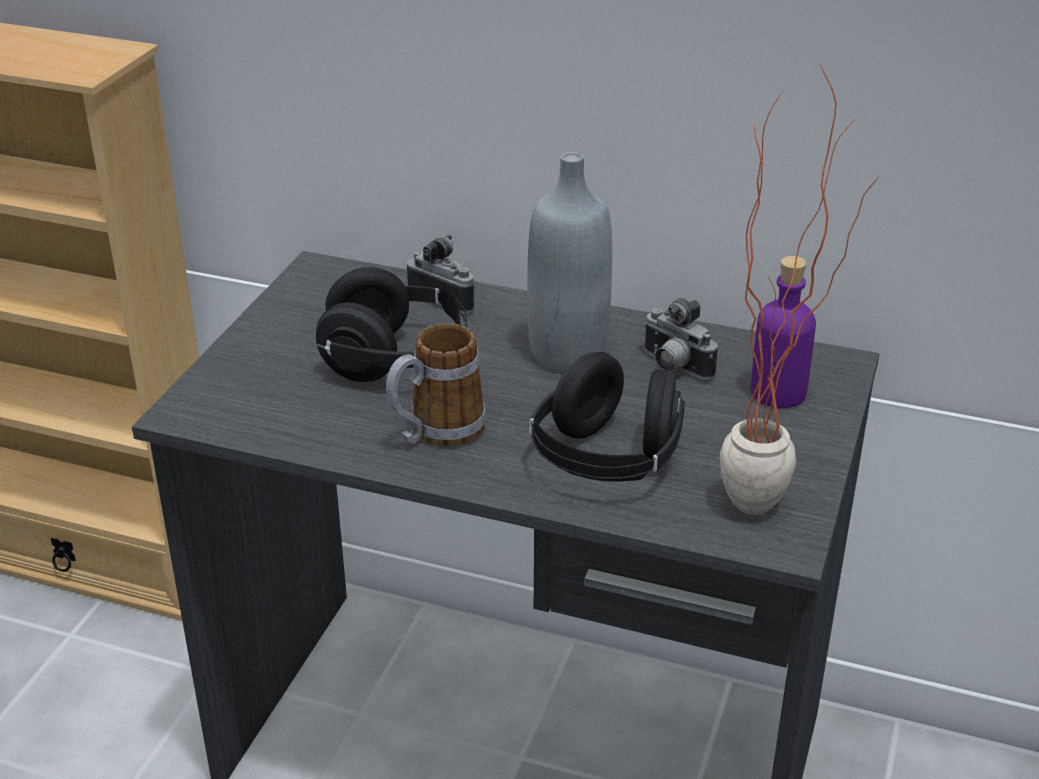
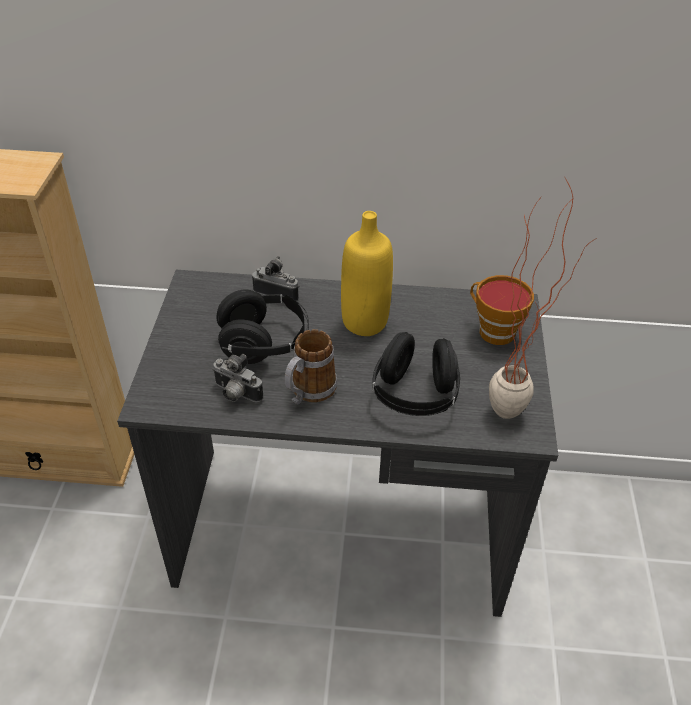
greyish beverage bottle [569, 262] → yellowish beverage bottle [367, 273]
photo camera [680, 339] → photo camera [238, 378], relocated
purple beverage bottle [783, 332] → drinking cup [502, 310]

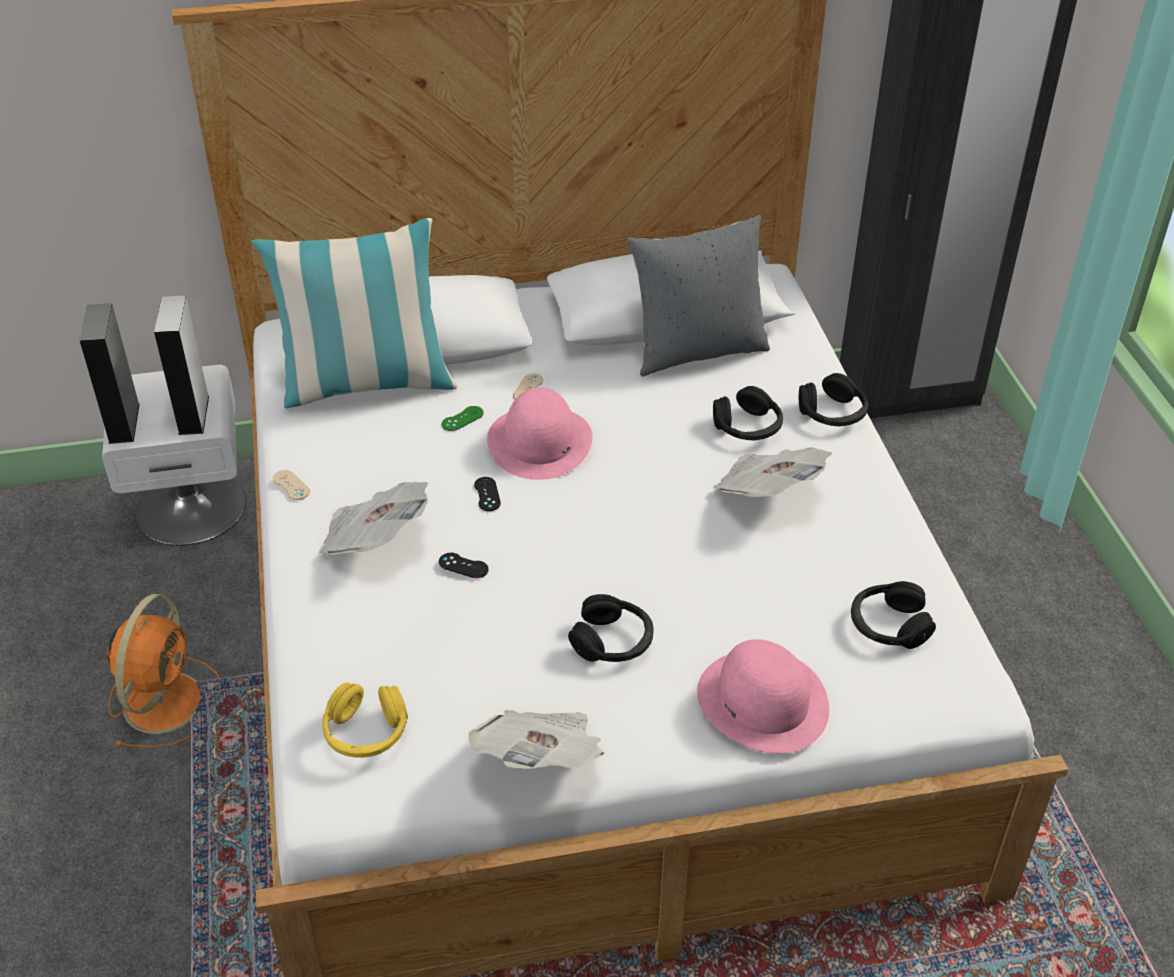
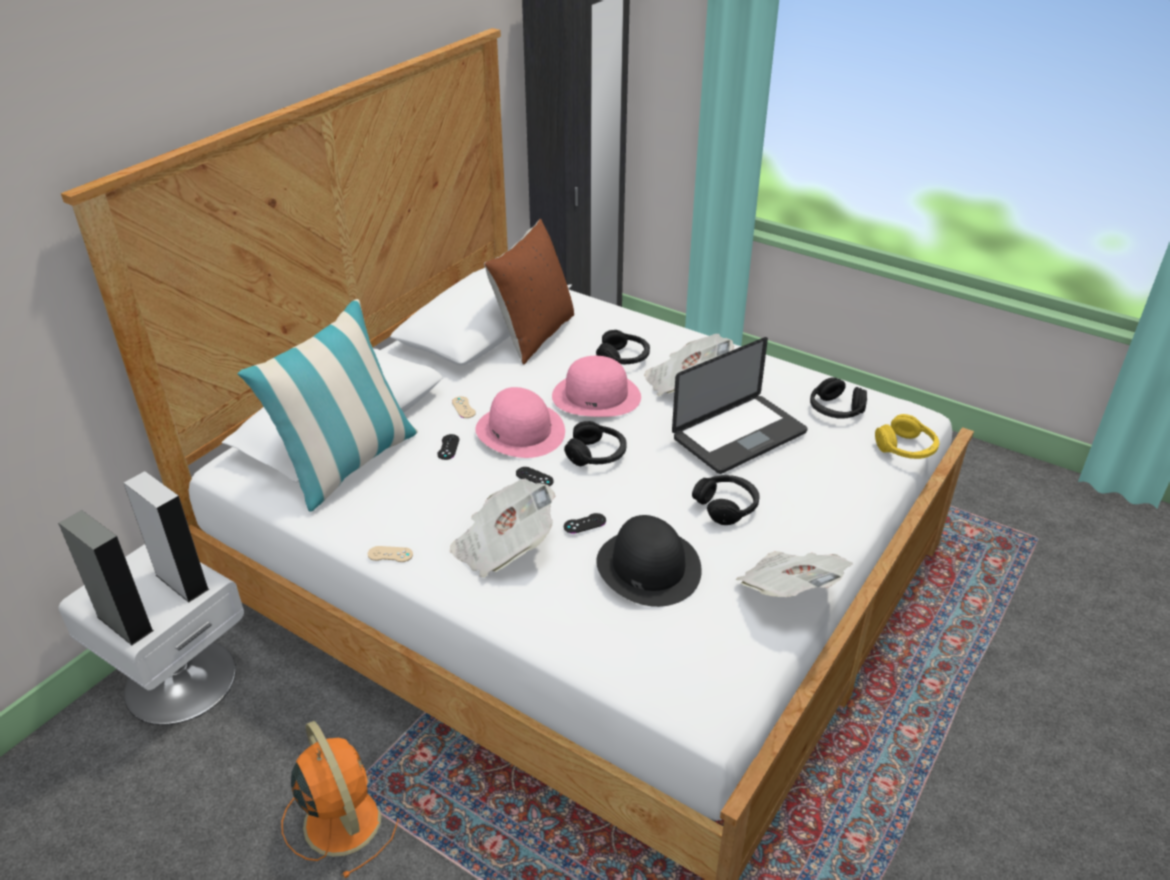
yellowish pair of headphones [365, 720] → yellowish pair of headphones [907, 436], relocated
greenish joypad [463, 418] → black-coloured joypad [448, 447]
greyish pillow [698, 296] → brownish pillow [529, 292]
pink wearable hat [763, 696] → pink wearable hat [596, 386], relocated
black-coloured pair of headphones [833, 399] → black-coloured pair of headphones [595, 443], relocated
- → black-coloured wearable hat [649, 561]
- → notebook computer [739, 405]

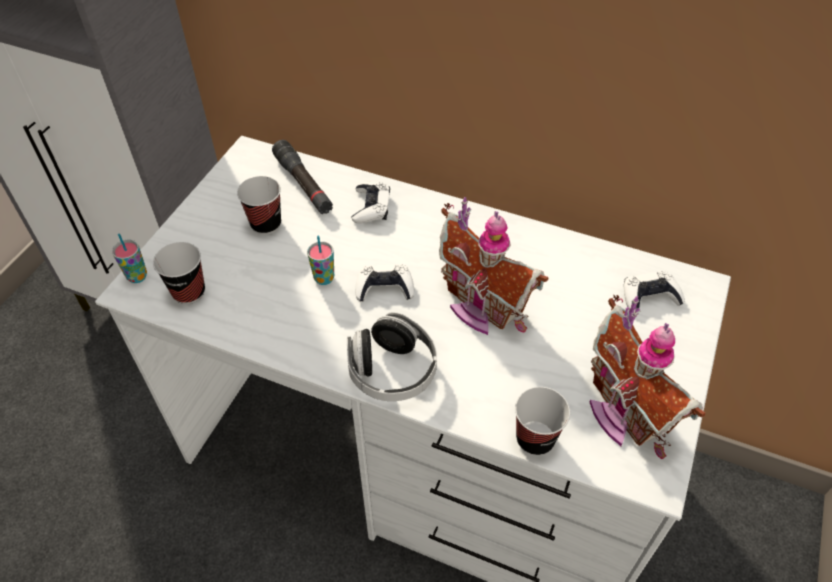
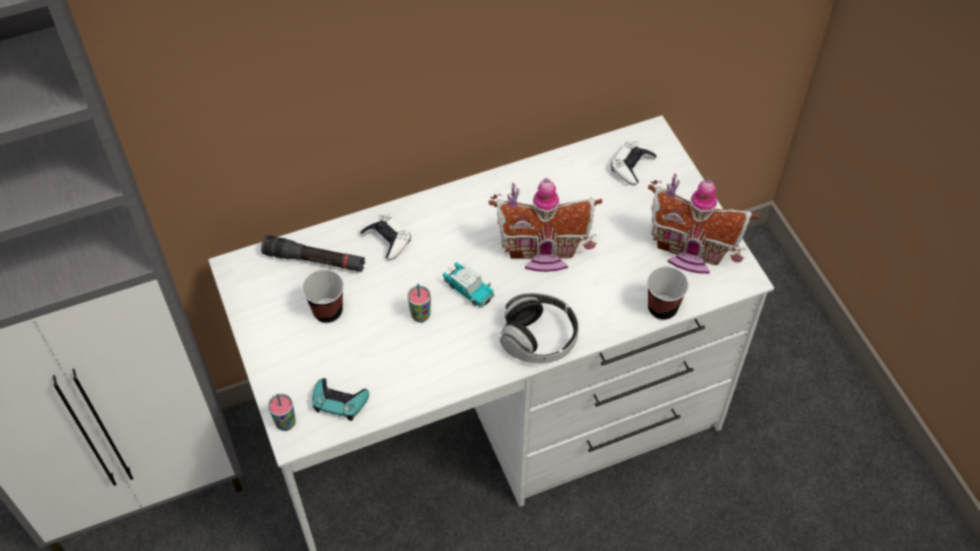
drinking cup [179, 273] → blue-green joypad [340, 399]
white joypad [384, 283] → toy car [468, 285]

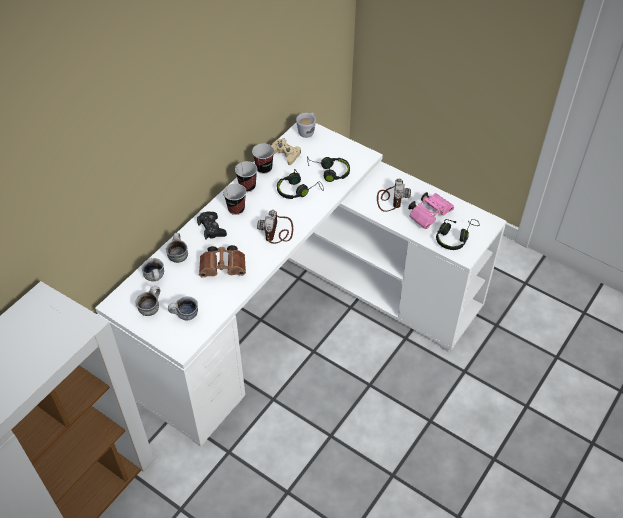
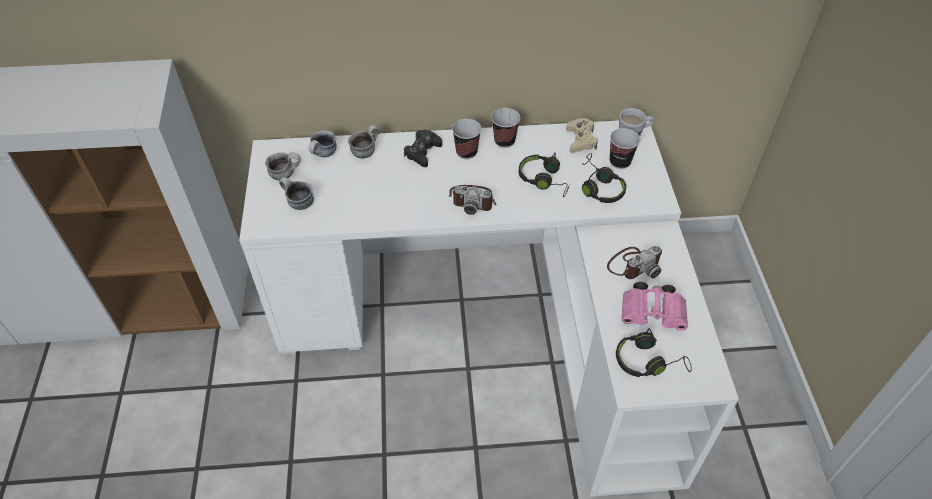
brownish pair of binoculars [222, 261] → -
drinking cup [263, 159] → drinking cup [625, 148], relocated
photo camera [275, 227] → photo camera [472, 200], 135 degrees counterclockwise

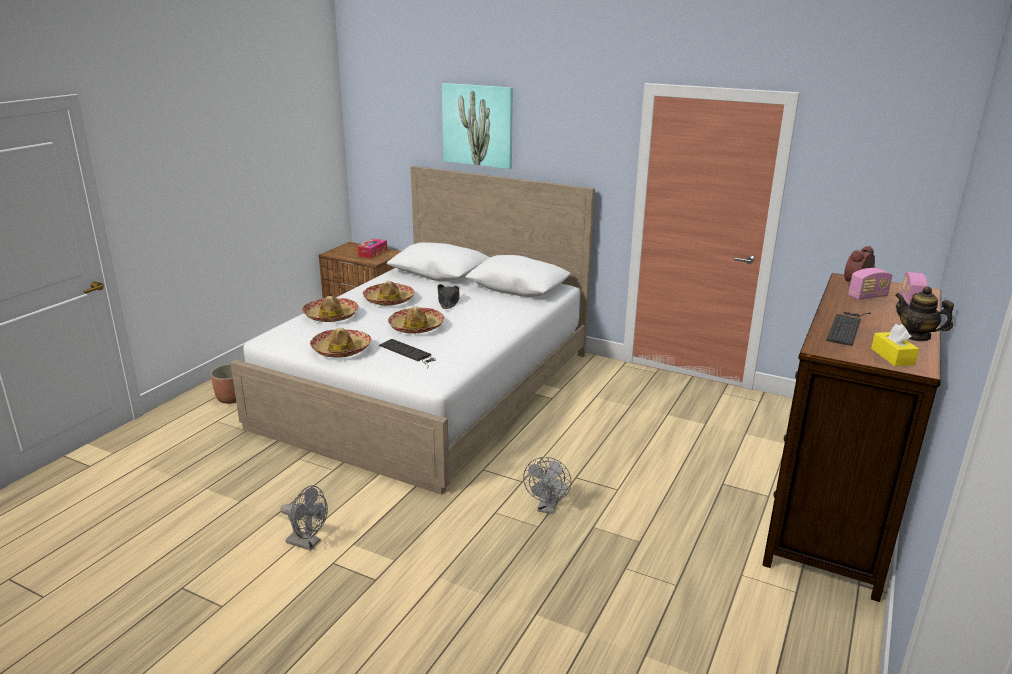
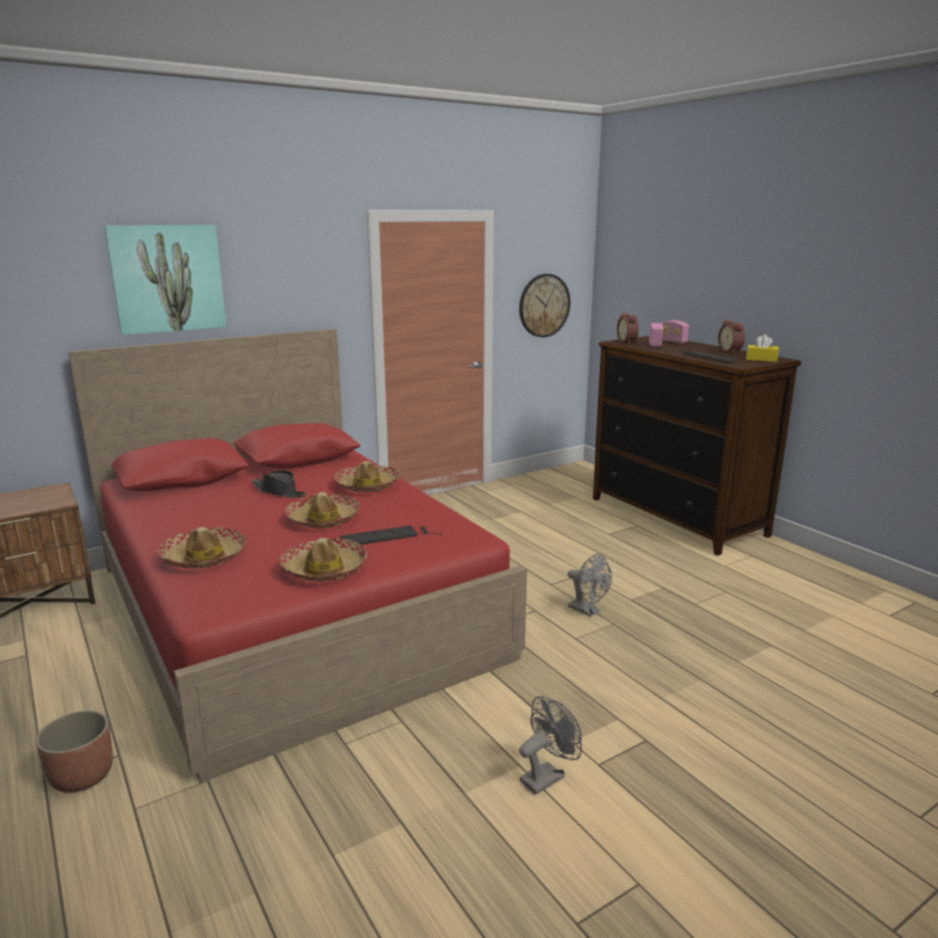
white bedroom bed [413, 330] → reddish bedroom bed [297, 556]
box of tissues [372, 248] → -
wearable hat [389, 293] → wearable hat [367, 476], relocated
tea pot [924, 313] → alarm clock [731, 336]
- → hanging clock [544, 305]

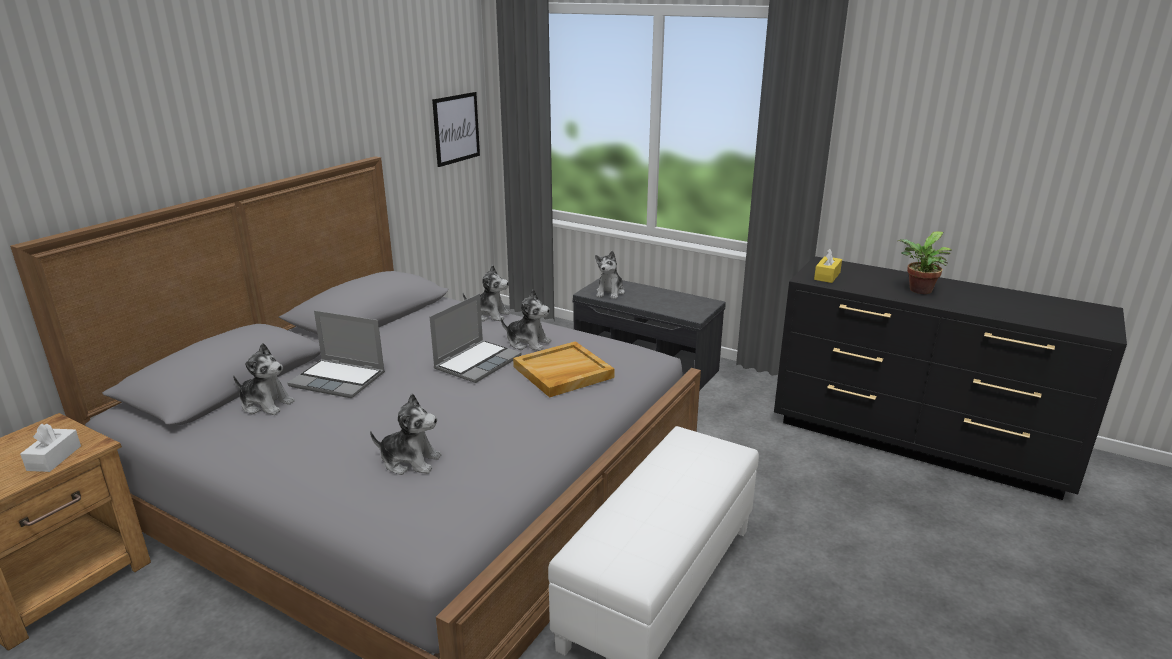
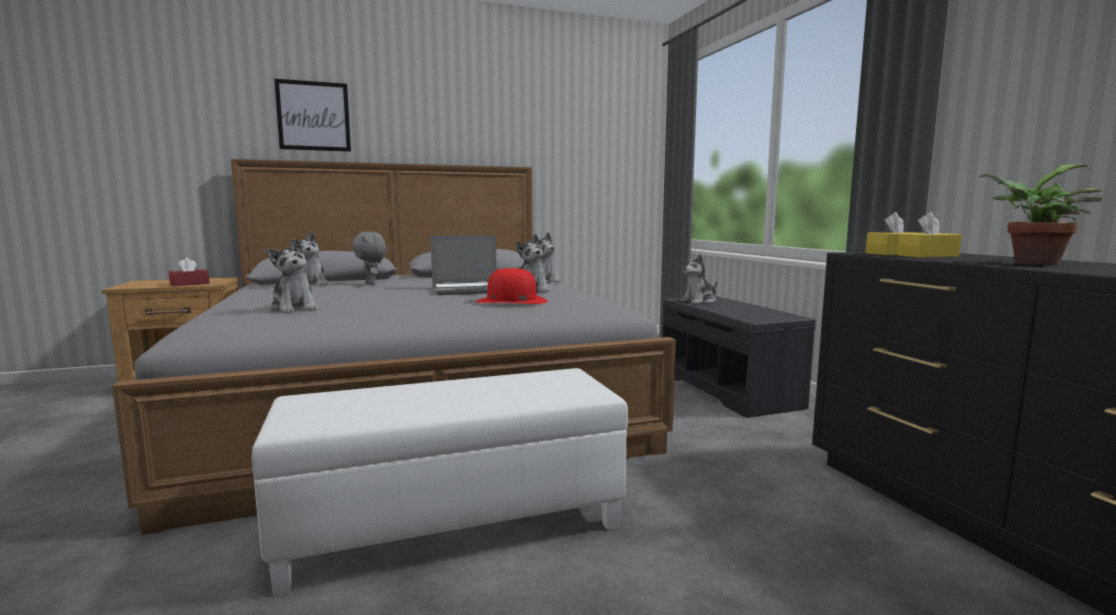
white box of tissues [50, 448] → reddish box of tissues [189, 272]
notebook computer [336, 354] → greyish soft toy [369, 258]
wall art [456, 129] → wall art [312, 115], relocated
beige-coloured tray [563, 369] → reddish wearable hat [512, 286]
- → yellowish box of tissues [929, 235]

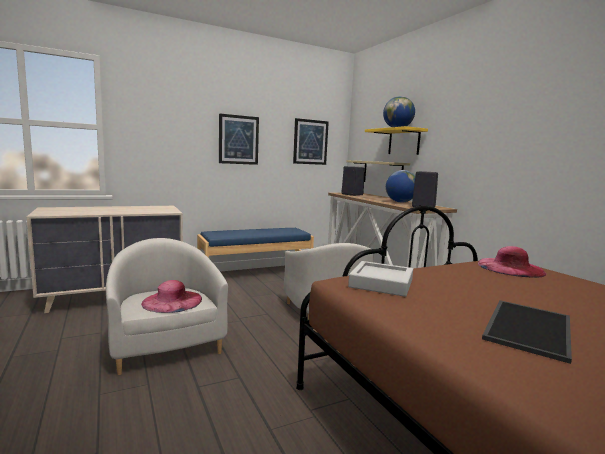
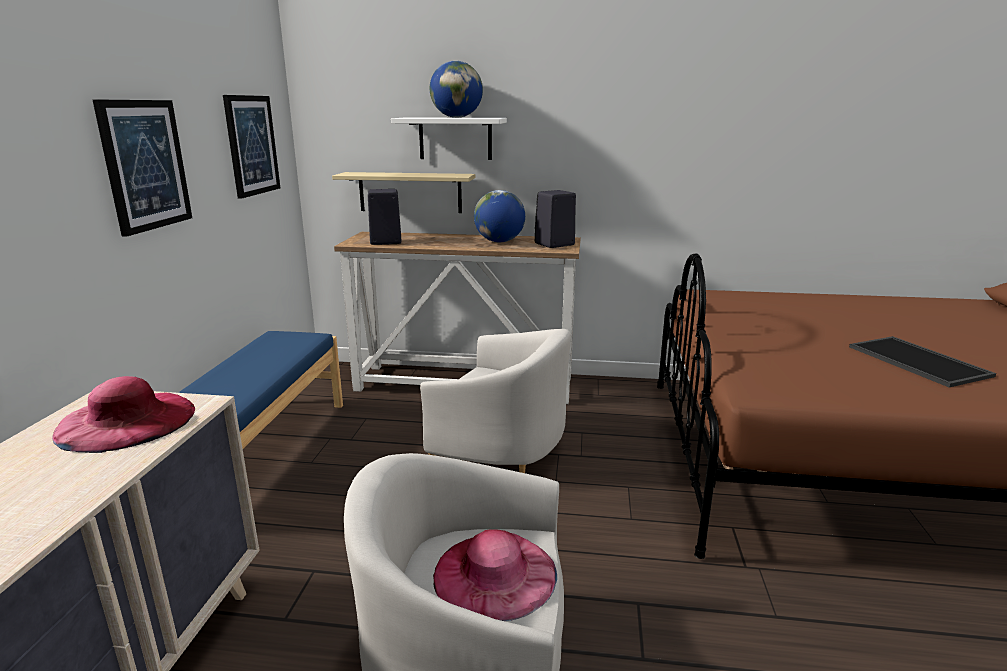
greyish tray [380, 279] → -
yellowish shelf [396, 140] → white shelf [449, 139]
pink wearable hat [512, 262] → pink wearable hat [123, 414], relocated

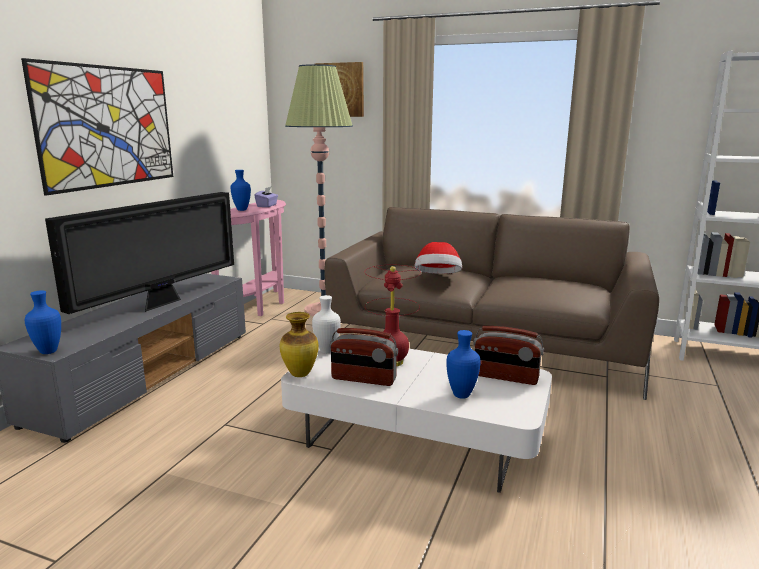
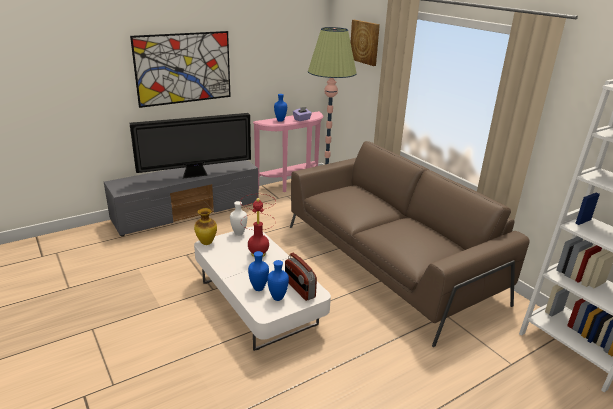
bluish vase [43, 322] → bluish vase [278, 280], relocated
radio [364, 357] → -
wearable hat [438, 258] → -

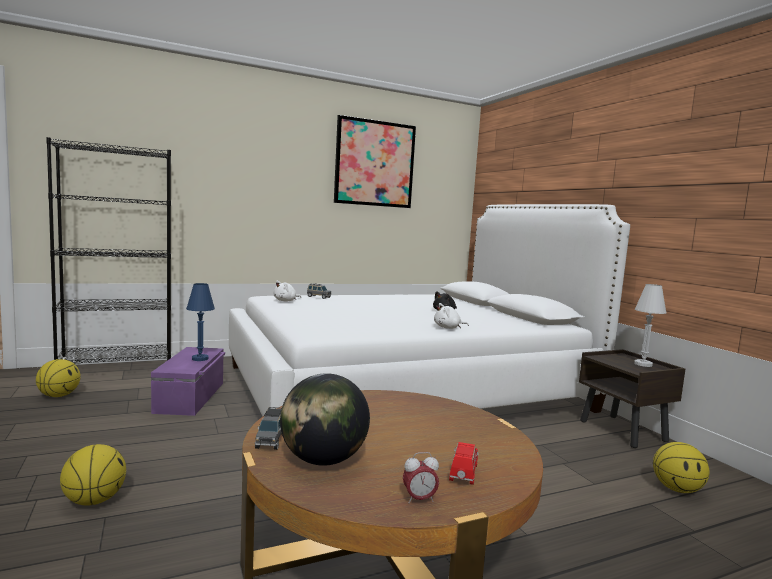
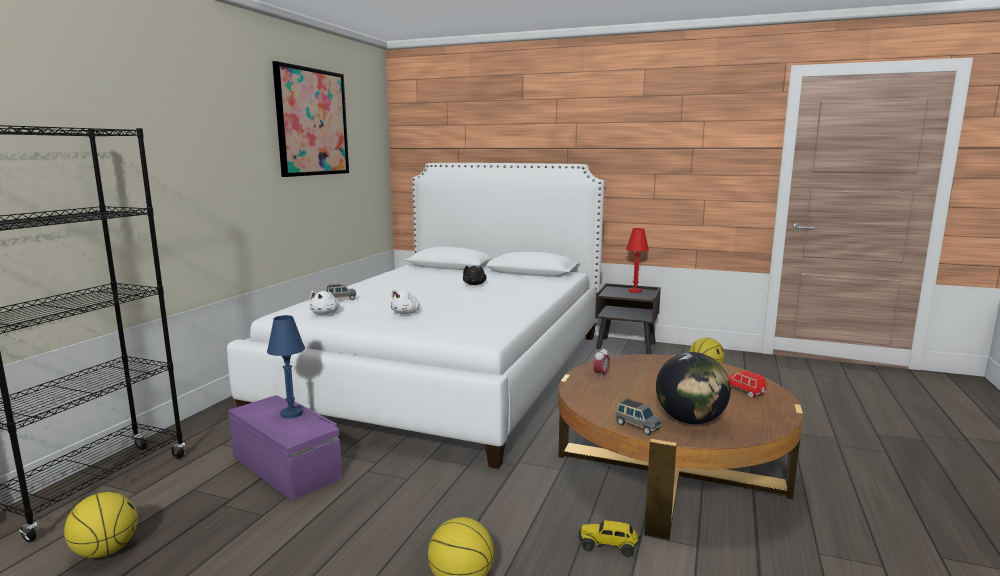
alarm clock [421, 478] → alarm clock [601, 362], relocated
white soft toy [451, 316] → white soft toy [405, 301], relocated
white lamp for a table [650, 325] → reddish lamp for a table [637, 260]
- → toy truck [610, 538]

